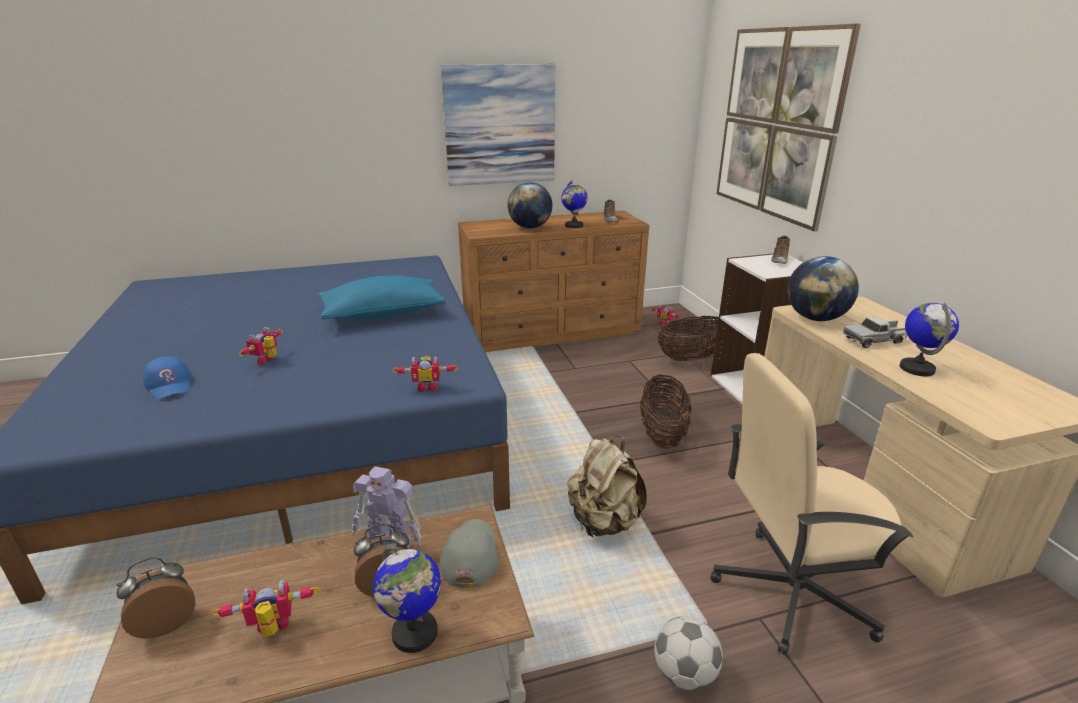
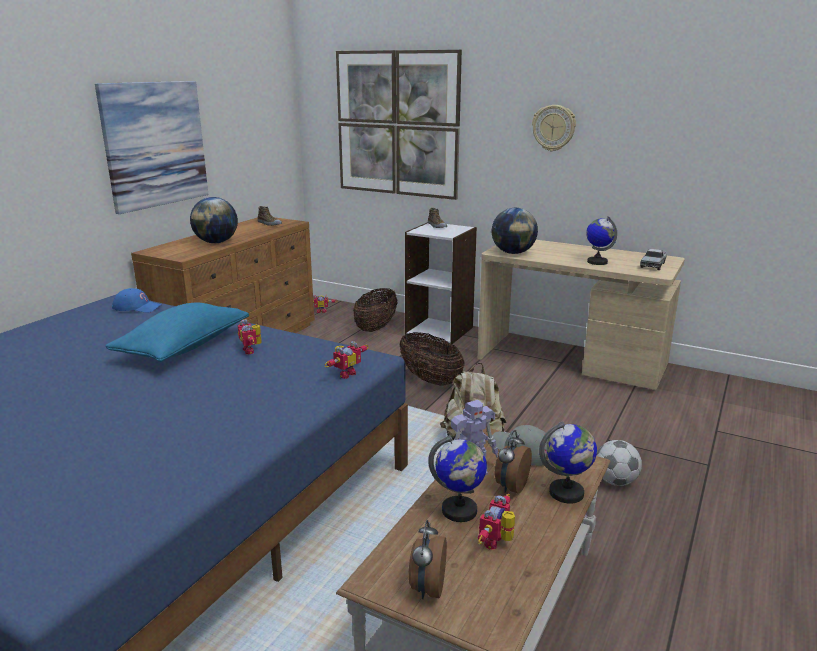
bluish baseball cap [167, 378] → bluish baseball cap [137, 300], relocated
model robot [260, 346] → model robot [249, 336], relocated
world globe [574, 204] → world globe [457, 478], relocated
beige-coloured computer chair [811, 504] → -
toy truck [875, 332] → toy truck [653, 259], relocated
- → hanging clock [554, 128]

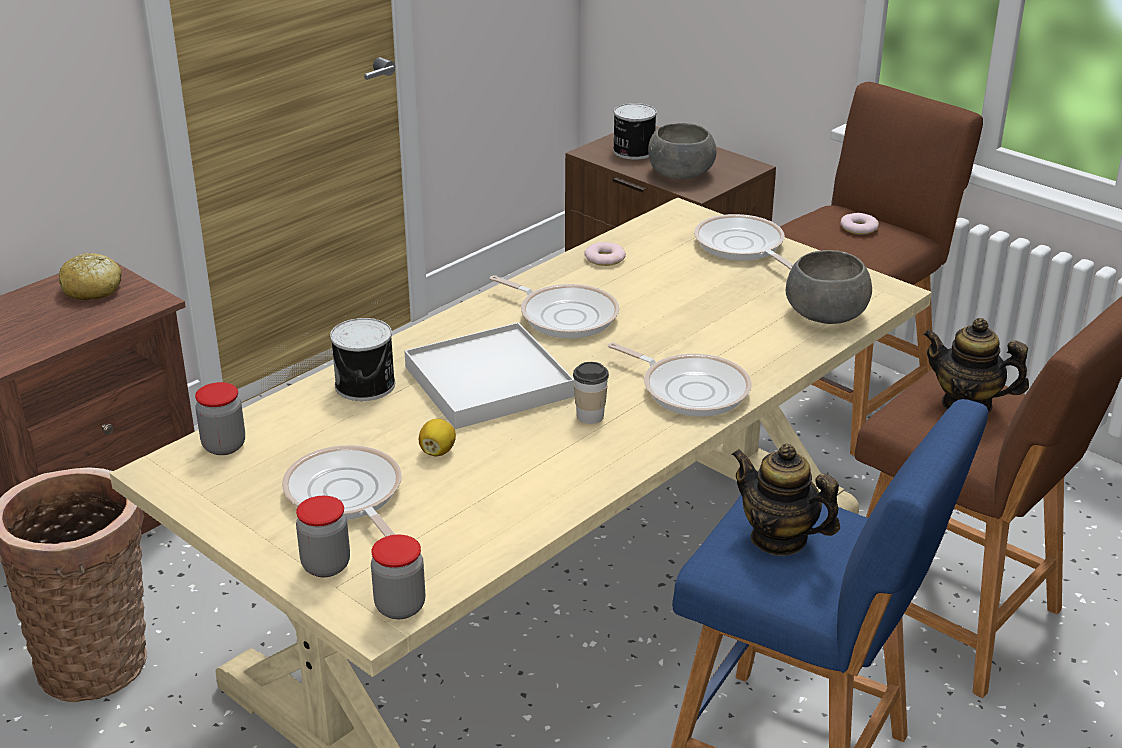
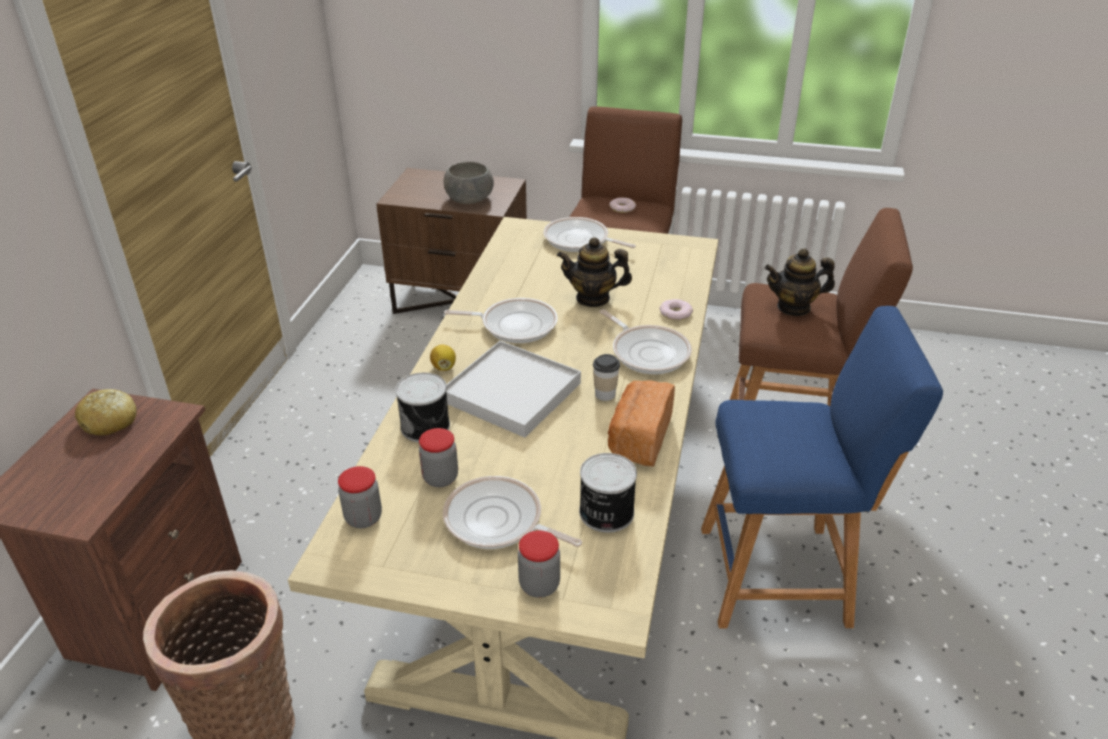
jar [398, 577] → jar [438, 457], relocated
citrus fruit [437, 437] → citrus fruit [443, 358], relocated
donut [605, 254] → donut [676, 309], relocated
pan [680, 379] → pan [645, 341], 45 degrees clockwise
sealed can [635, 131] → sealed can [608, 493], relocated
tea pot [785, 500] → tea pot [594, 272], relocated
greyish serving bowl [829, 287] → -
- → bread [641, 423]

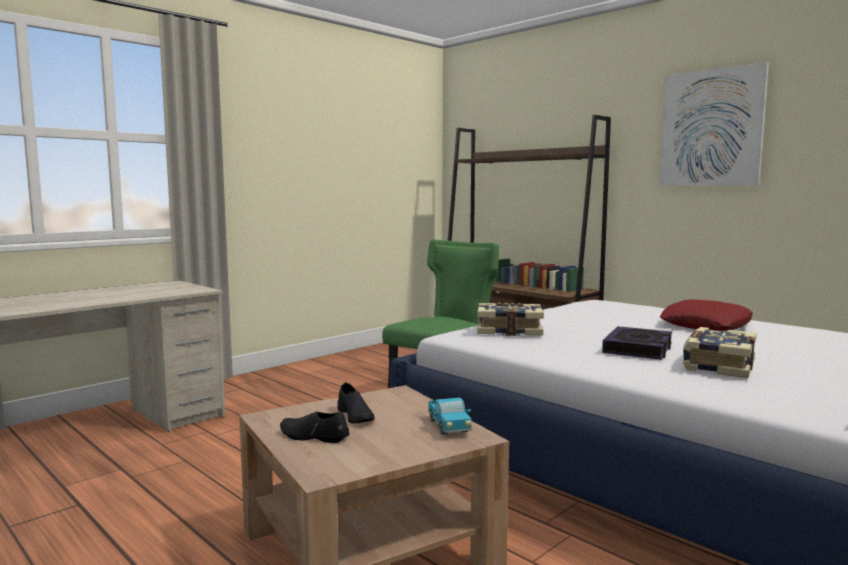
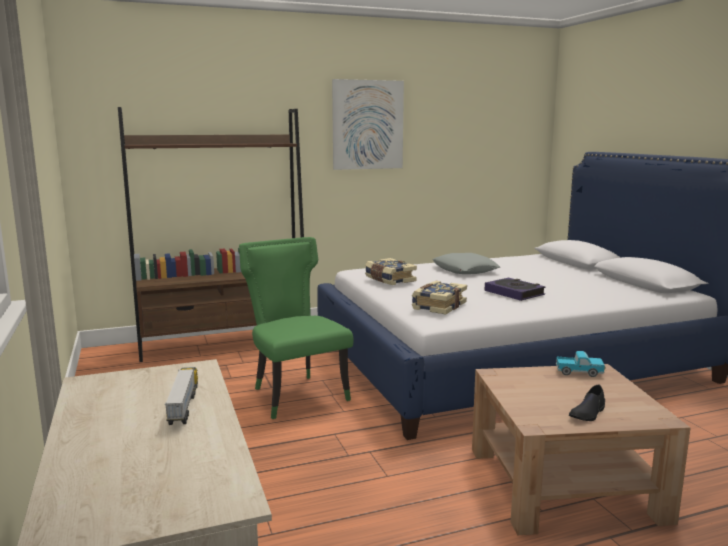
black-coloured shoe [356, 402] → -
reddish pillow [706, 315] → greyish pillow [466, 263]
book [720, 352] → book [391, 271], relocated
- → toy truck [181, 396]

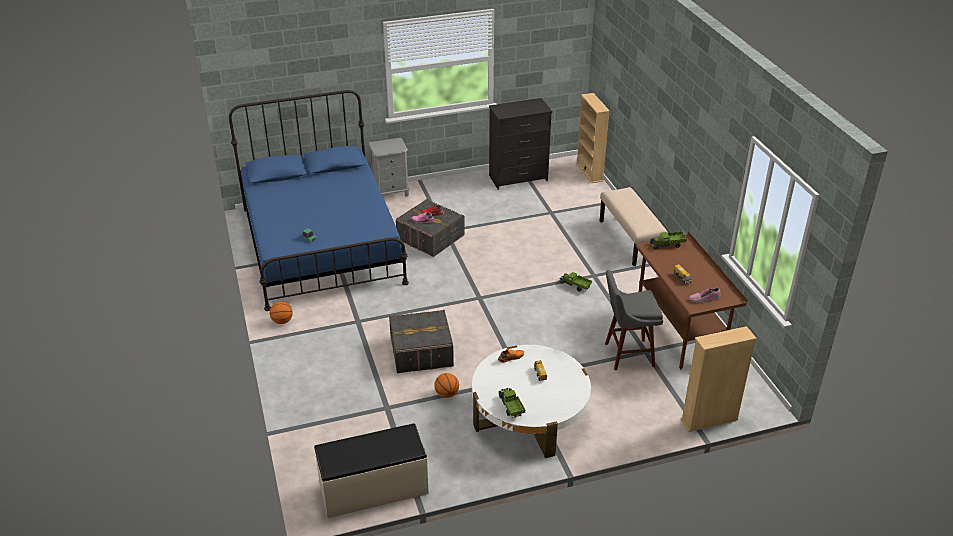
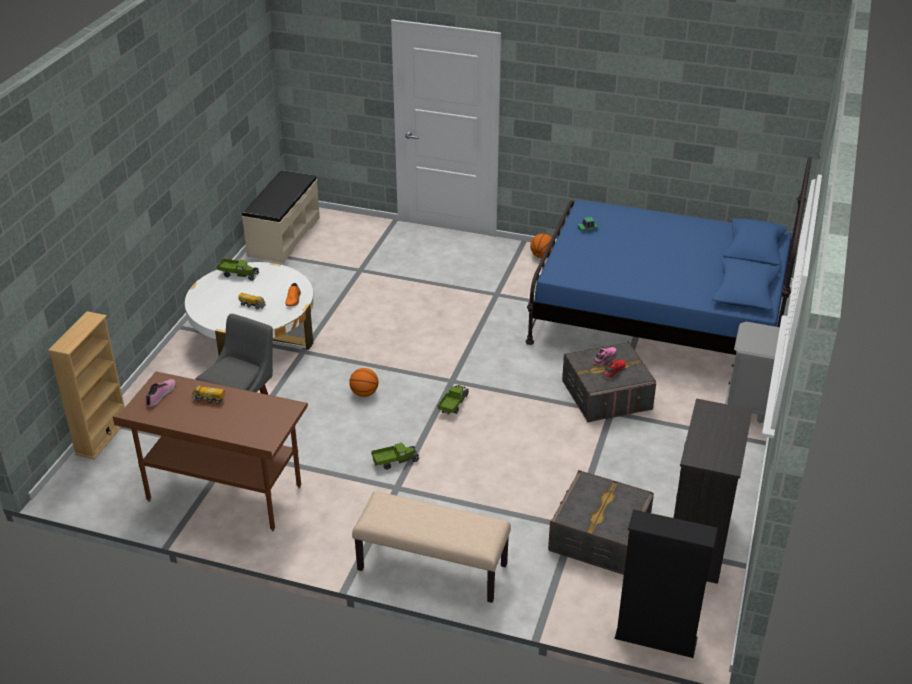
greyish storage box [421, 341] → greyish storage box [601, 522], relocated
basketball [446, 385] → basketball [363, 382], relocated
beige-coloured shelving unit [593, 138] → black-coloured shelving unit [666, 583]
toy truck [668, 240] → toy truck [453, 400], relocated

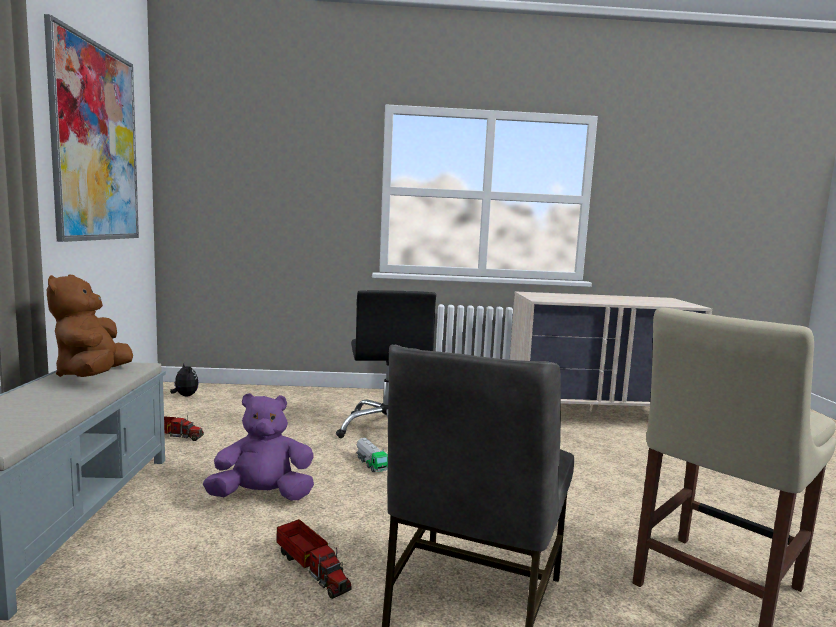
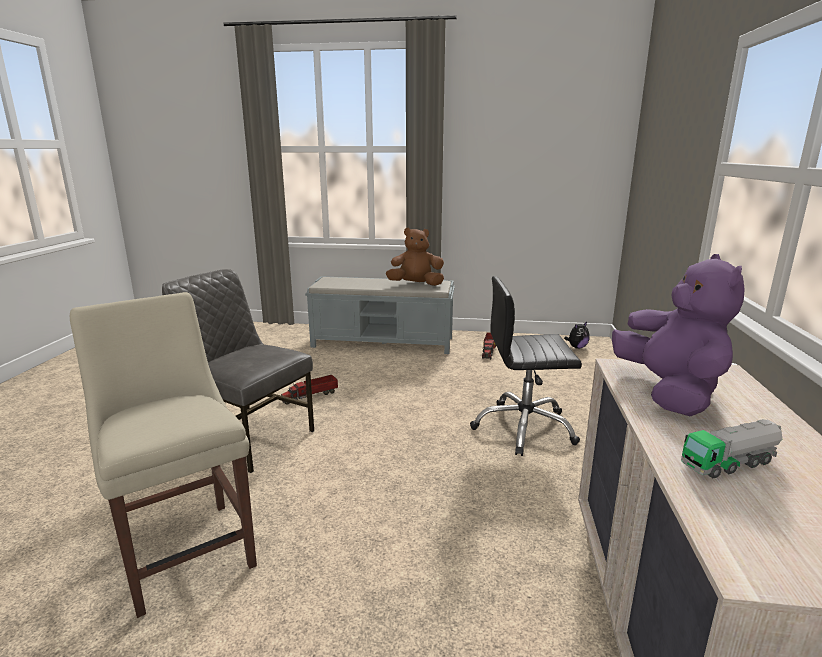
wall art [91, 128] → -
purple soft toy [258, 446] → purple soft toy [678, 335], relocated
toy truck [372, 455] → toy truck [731, 448], relocated

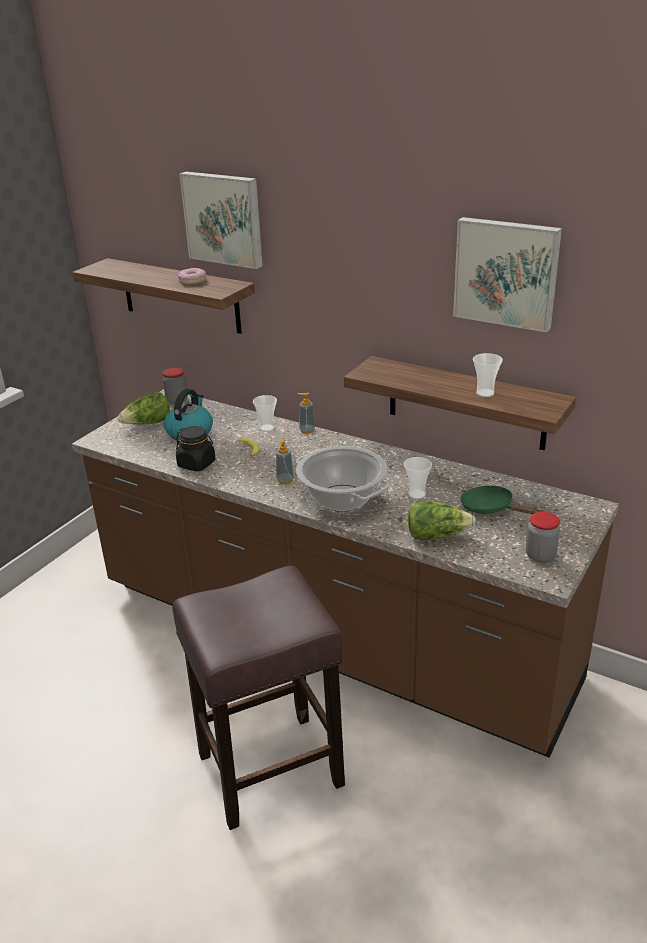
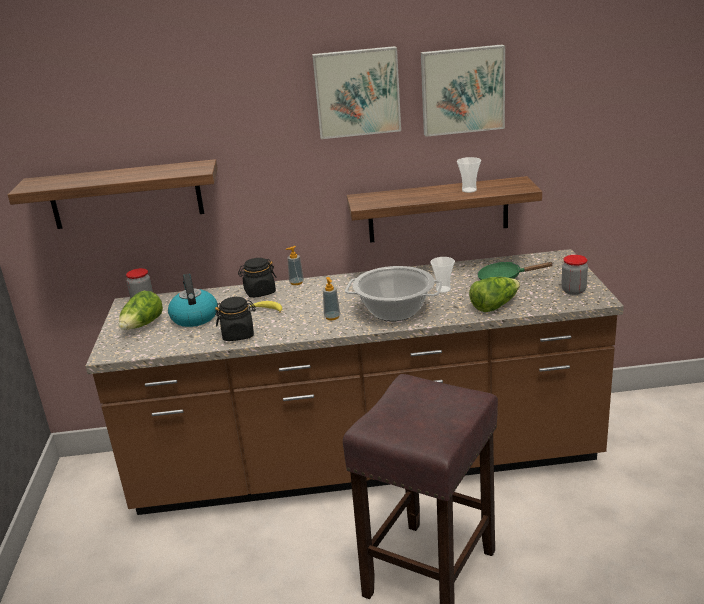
donut [192, 276] → -
wall art [221, 220] → wall art [356, 92], relocated
drinking cup [265, 413] → black-coloured jar [257, 278]

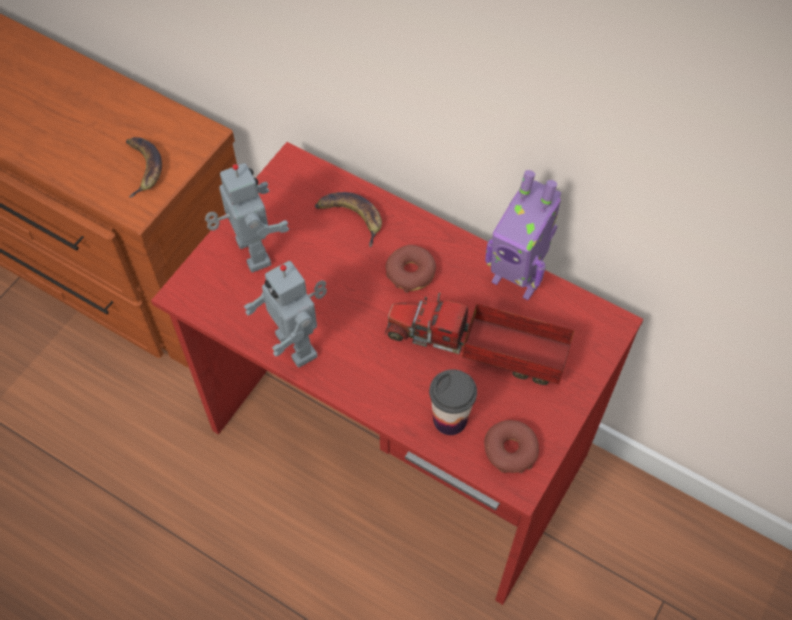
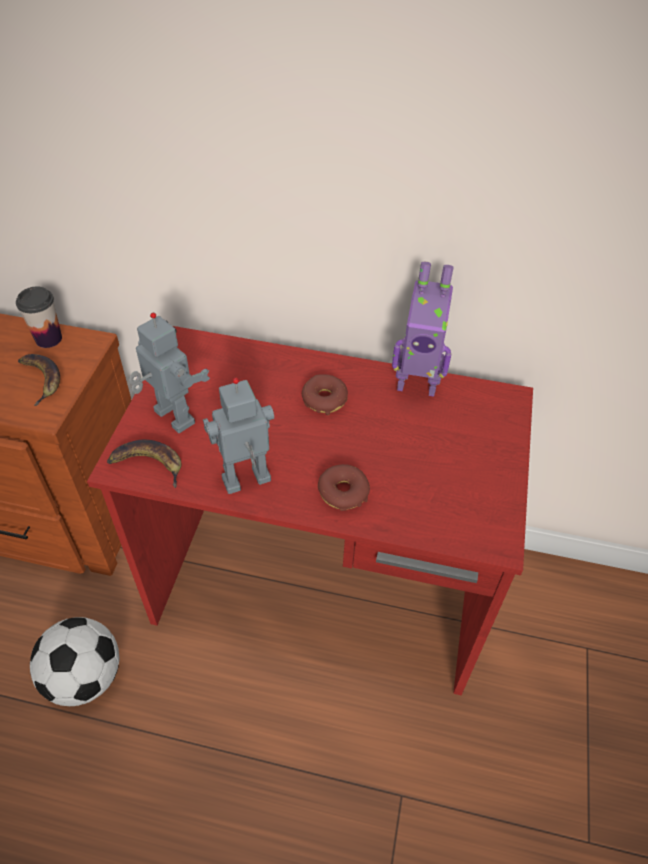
model robot [285, 314] → model robot [238, 435], 120 degrees clockwise
whole banana [348, 220] → whole banana [144, 464], relocated
toy truck [479, 339] → -
drinking cup [453, 402] → drinking cup [39, 317], relocated
donut [511, 446] → donut [344, 487], relocated
- → football [74, 661]

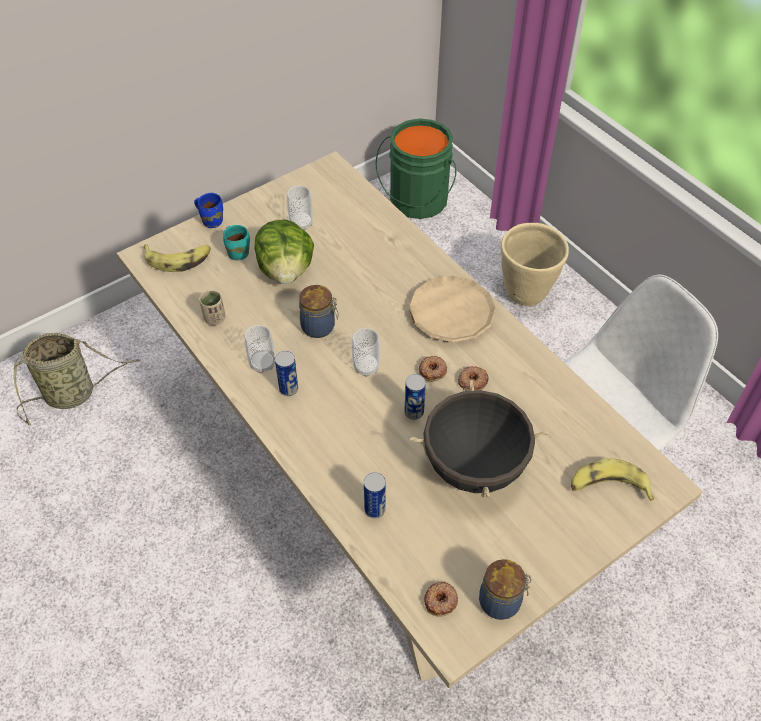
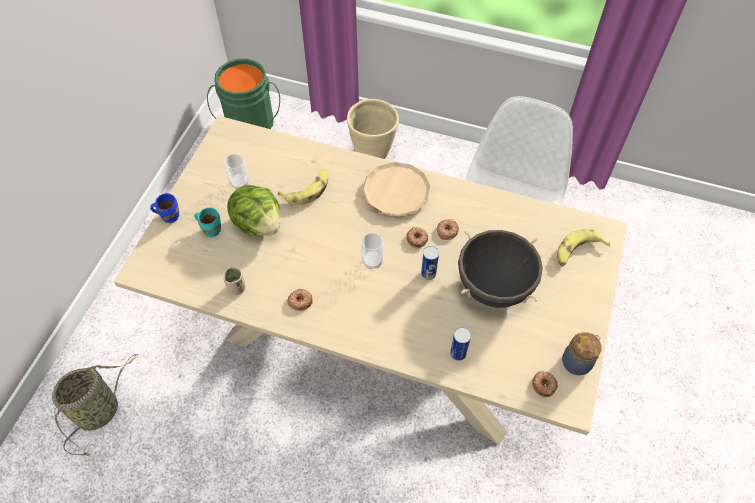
whole banana [177, 258] → whole banana [303, 187], relocated
drinking cup [260, 349] → donut [300, 300]
sealed can [286, 373] → -
jar [319, 311] → -

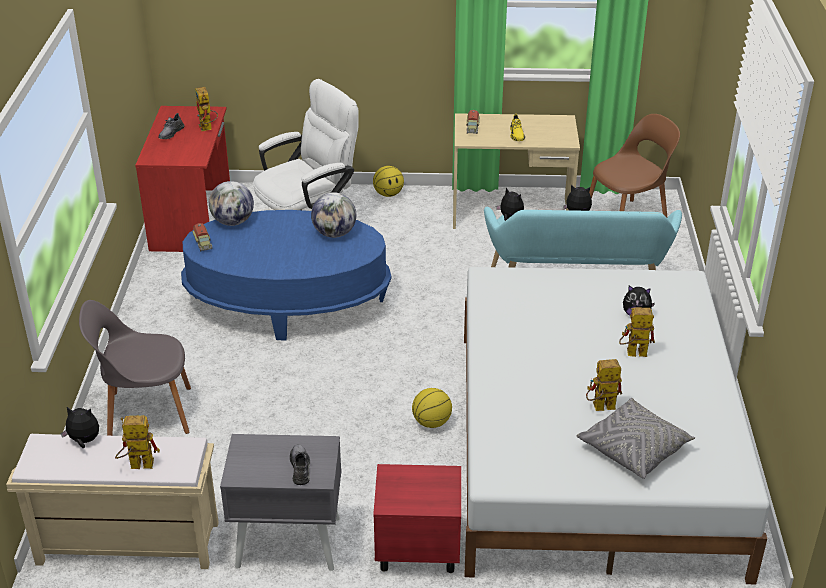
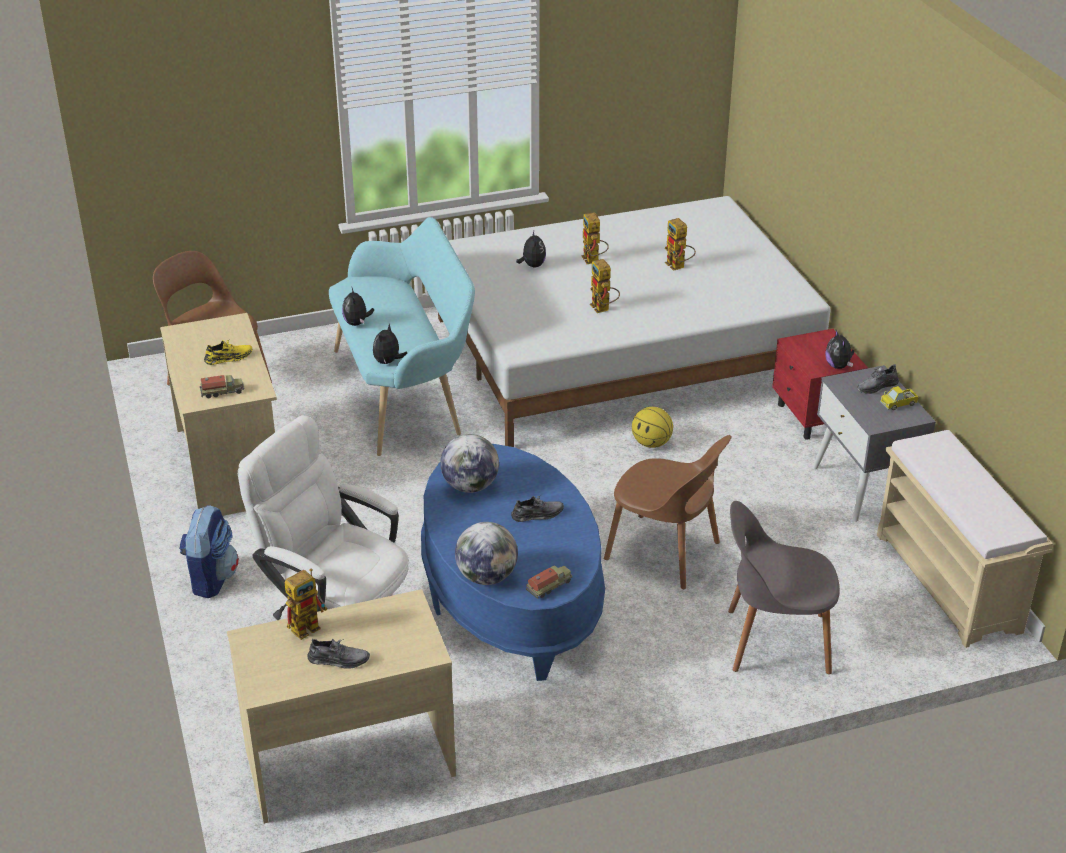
soft toy [79, 427] → soft toy [839, 349], relocated
greyish upright chair [135, 368] → greyish upright chair [783, 587], 120 degrees clockwise
model robot [137, 442] → model robot [605, 286], relocated
reddish desk unit [182, 179] → beige-coloured desk unit [341, 706]
basketball [388, 181] → rucksack [209, 551]
greyish pillow [636, 438] → -
- → greyish shoe [537, 509]
- → brownish upright chair [667, 512]
- → toy truck [899, 398]

